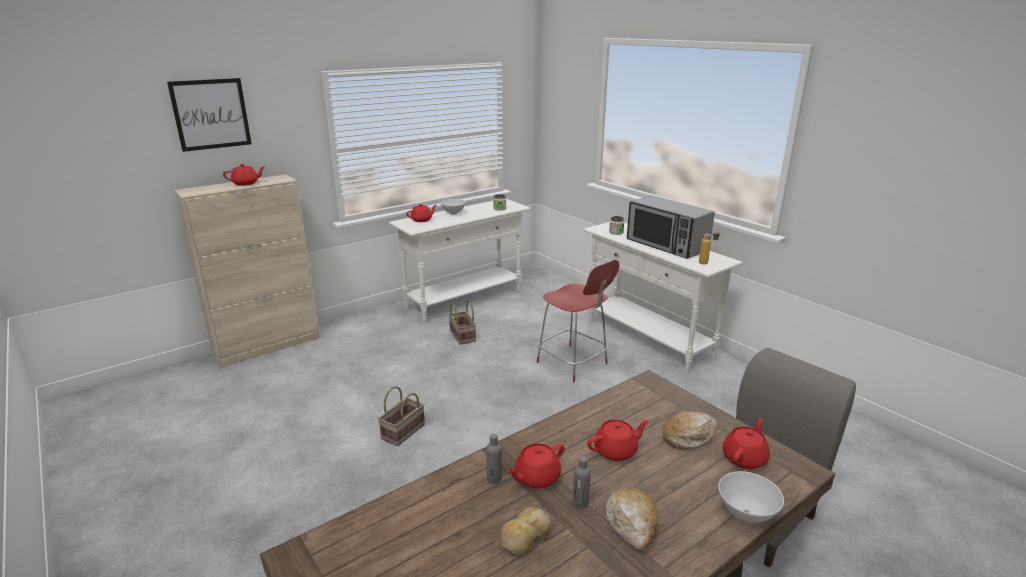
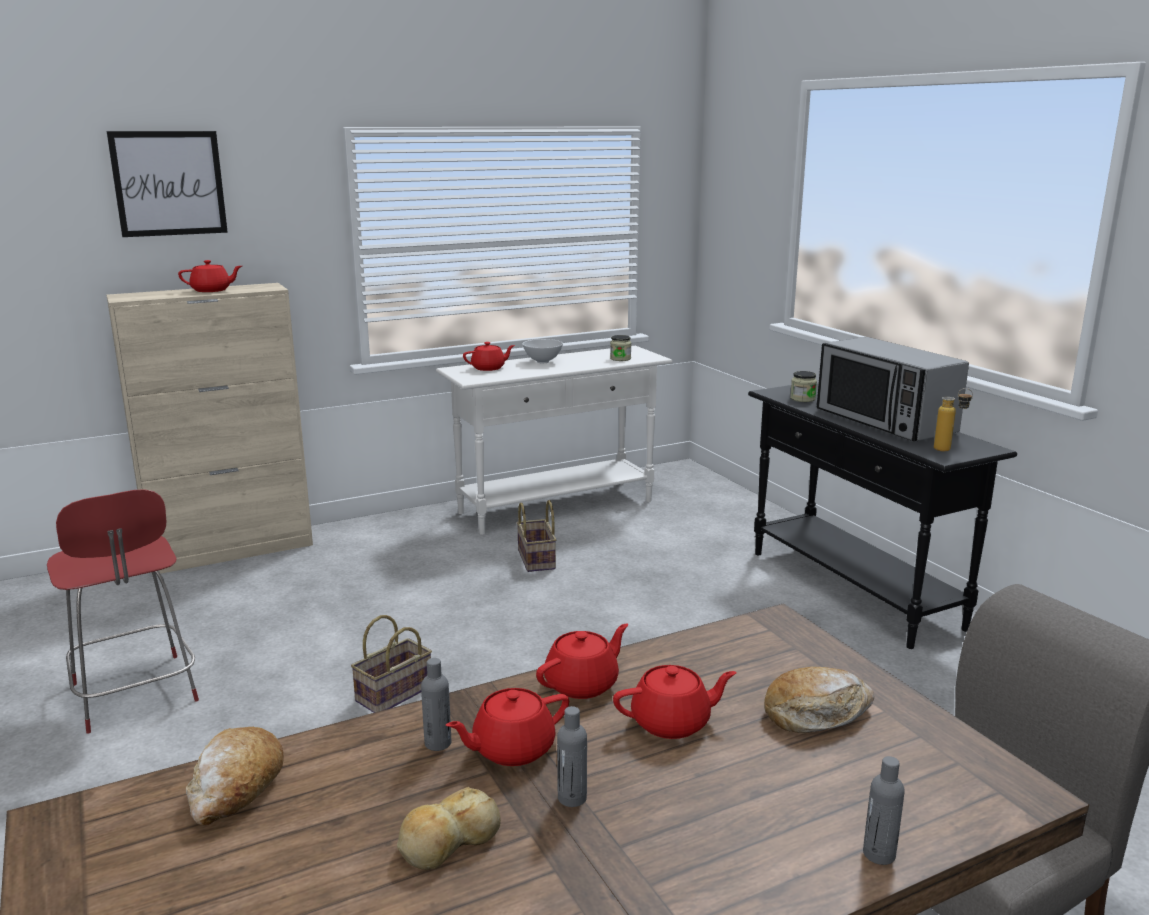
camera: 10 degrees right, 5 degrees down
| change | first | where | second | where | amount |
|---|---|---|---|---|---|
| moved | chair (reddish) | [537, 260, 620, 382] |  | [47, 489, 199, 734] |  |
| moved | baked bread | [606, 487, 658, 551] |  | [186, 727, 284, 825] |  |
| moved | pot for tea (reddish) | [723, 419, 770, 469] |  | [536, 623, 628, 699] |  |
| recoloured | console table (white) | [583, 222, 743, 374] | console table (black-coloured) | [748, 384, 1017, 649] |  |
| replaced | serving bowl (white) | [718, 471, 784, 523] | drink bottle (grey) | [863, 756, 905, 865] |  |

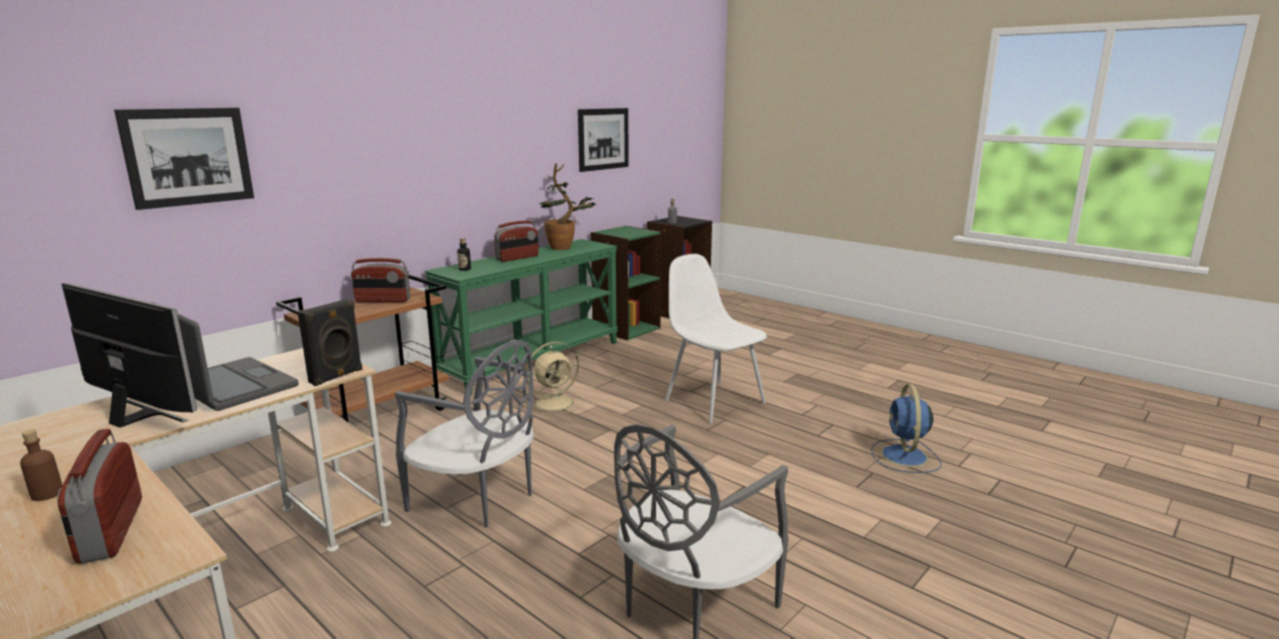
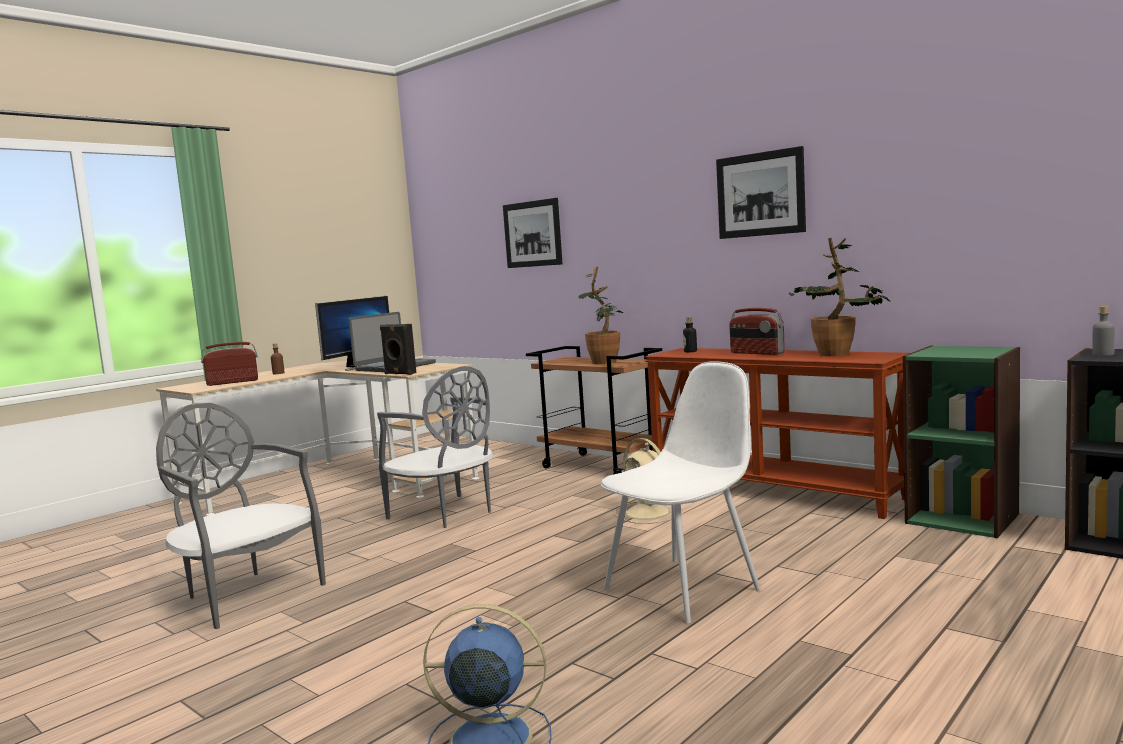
camera: 90 degrees right, 10 degrees down
| change | first | where | second | where | amount |
|---|---|---|---|---|---|
| turned | chair (grey) | [395, 340, 534, 528] |  | [377, 366, 493, 528] | 75 degrees counterclockwise |
| replaced | radio | [351, 258, 410, 302] | houseplant | [579, 267, 623, 364] |  |
| recoloured | console table (green) | [425, 239, 618, 395] | console table (brown-coloured) | [645, 348, 909, 519] |  |
| moved | wall picture | [578, 108, 629, 172] |  | [716, 146, 806, 239] |  |

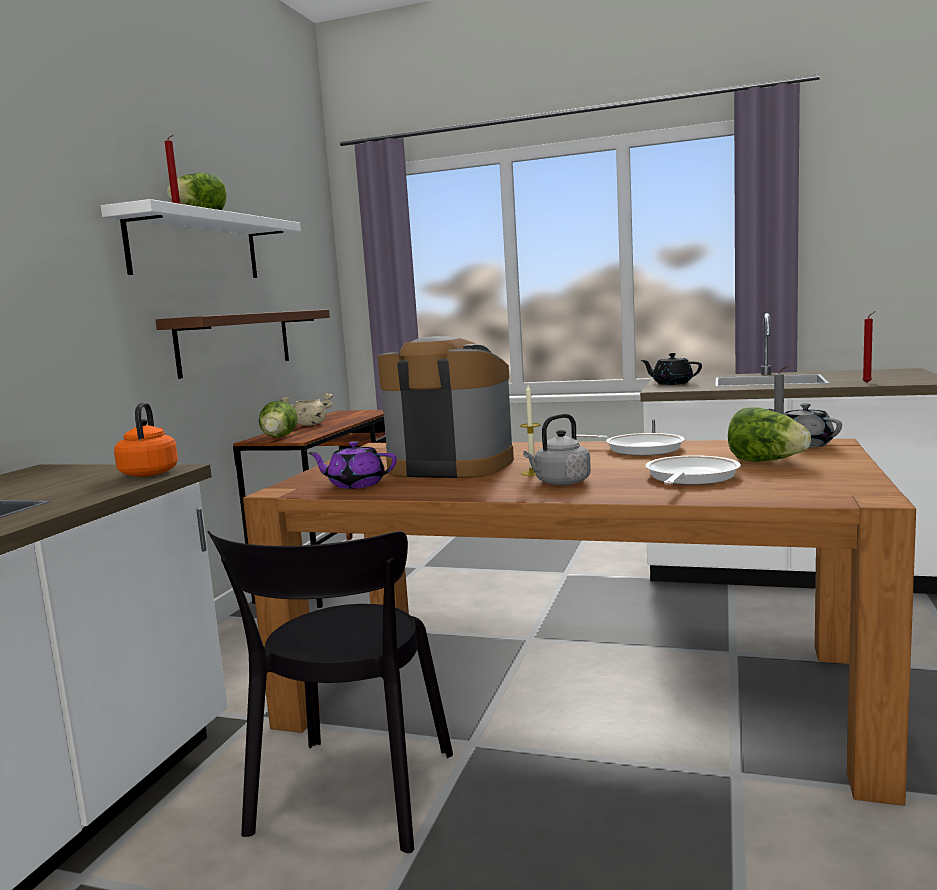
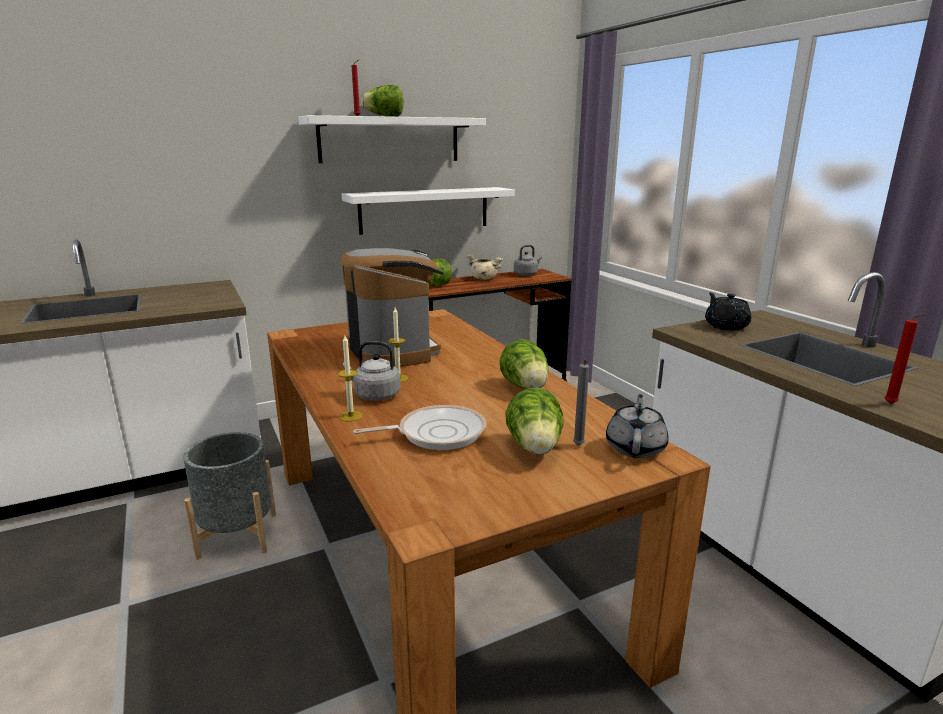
camera: 45 degrees right, 10 degrees up
| change | first | where | second | where | amount |
|---|---|---|---|---|---|
| replaced | chair (black-coloured) | [208, 531, 453, 853] | plant pot (grey) | [183, 432, 276, 560] |  |
| added |  |  | wax light | [338, 336, 363, 422] |  |
| recoloured | shelf (brown-coloured) | [155, 309, 330, 379] | shelf (white) | [342, 187, 515, 235] |  |
| replaced | frying pan | [571, 433, 685, 456] | lettuce | [500, 339, 549, 389] |  |
| added |  |  | tea kettle (grey) | [514, 245, 542, 276] |  |
| removed | tea kettle (orange-coloured) | [114, 402, 178, 477] |  |  |  |
| removed | pot for tea (purplish) | [308, 441, 397, 489] |  |  |  |

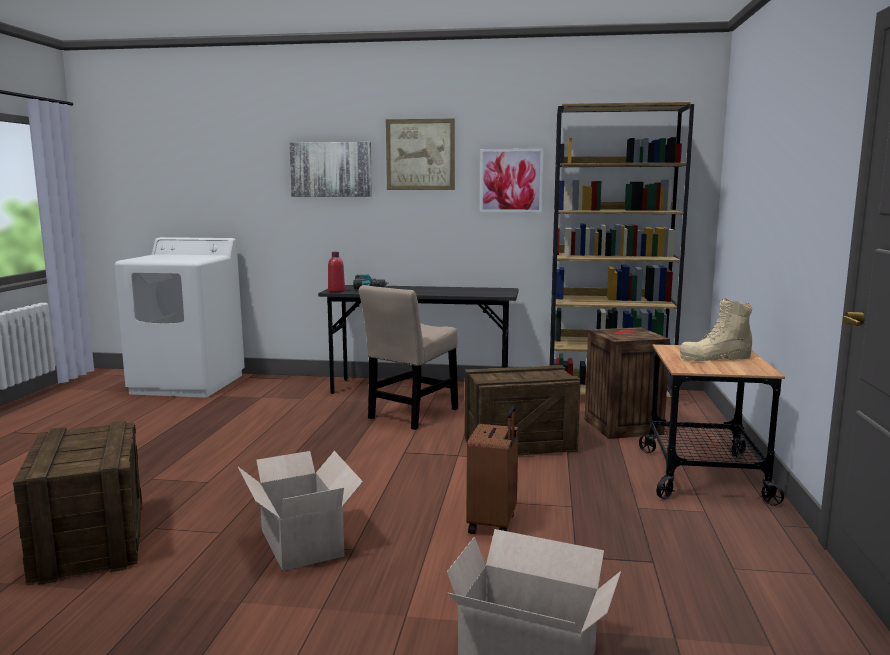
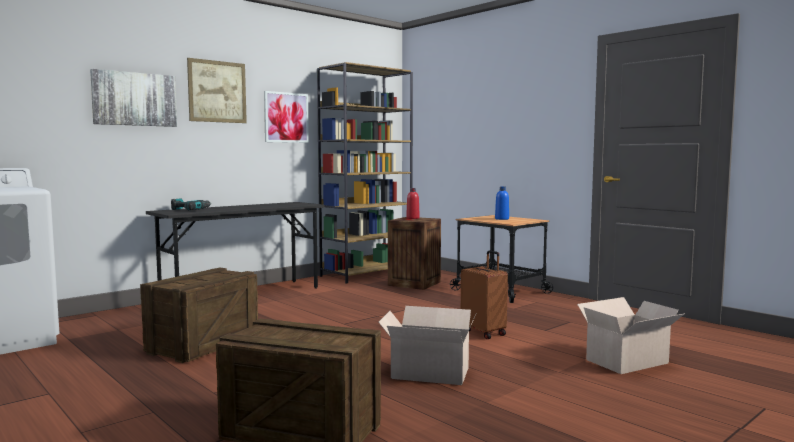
camera: 50 degrees left, 5 degrees down
| change | first | where | second | where | amount |
|---|---|---|---|---|---|
| moved | shipping crate | [464, 365, 580, 455] |  | [140, 267, 258, 363] |  |
| moved | drink bottle (reddish) | [328, 252, 345, 292] |  | [406, 188, 420, 219] |  |
| replaced | high-top boot (sand-coloured) | [680, 298, 753, 361] | drink bottle (bluish) | [495, 186, 509, 220] |  |
| removed | chair (sand-coloured) | [359, 285, 458, 430] |  |  |  |

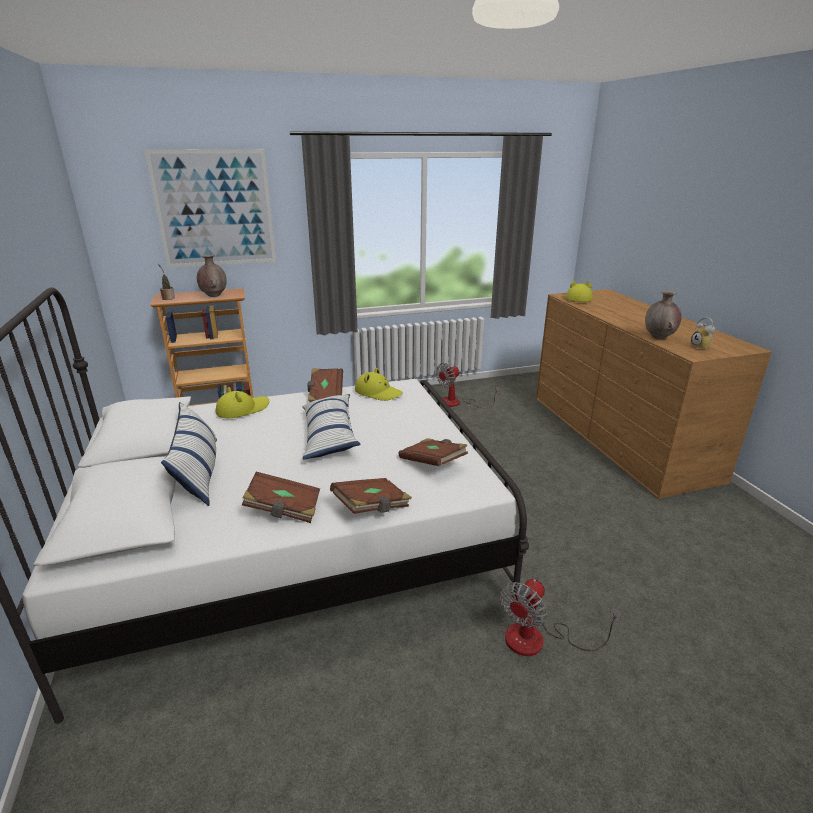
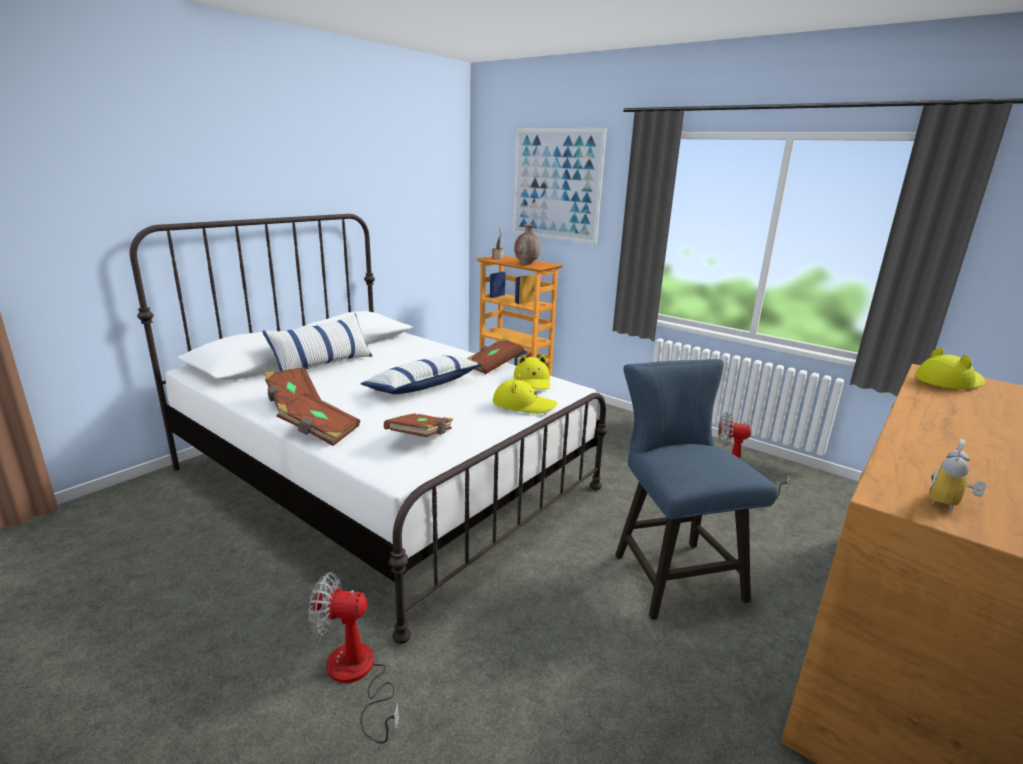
camera: 55 degrees right, 5 degrees down
| change | first | where | second | where | amount |
|---|---|---|---|---|---|
| moved | clothing hat (yellow) | [216, 387, 269, 418] |  | [493, 373, 557, 414] |  |
| added |  |  | chair (bluish) | [615, 359, 777, 620] |  |
| removed | flower vase (brown-coloured) | [645, 291, 682, 339] |  |  |  |

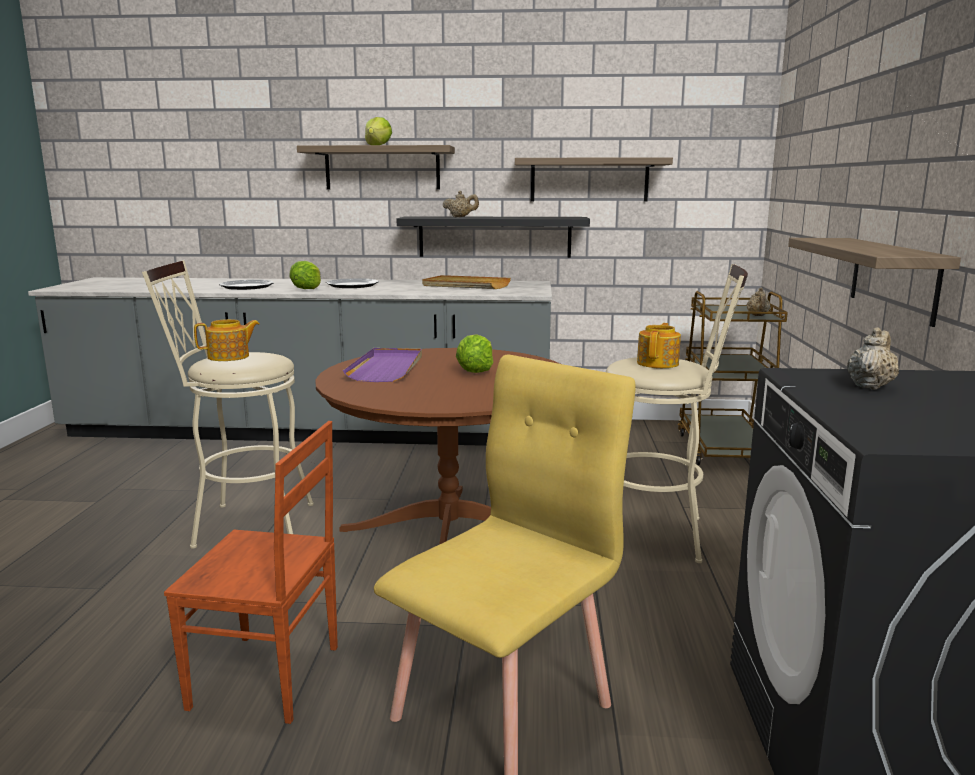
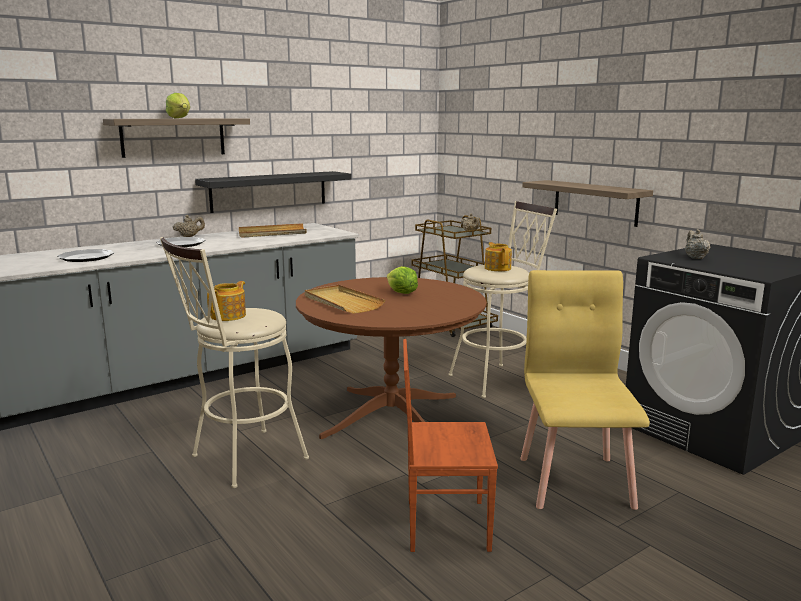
camera: 40 degrees left, 0 degrees up
| change | first | where | second | where | amount |
|---|---|---|---|---|---|
| moved | pot for tea (sand-coloured) | [443, 191, 479, 217] |  | [173, 215, 205, 237] |  |
| recoloured | serving tray (purplish) | [343, 348, 422, 382] | serving tray (sand-coloured) | [305, 285, 385, 314] |  |
| turned | chair (brown-coloured) | [164, 421, 338, 724] |  | [403, 339, 498, 552] | 150 degrees counterclockwise |
| removed | lettuce | [289, 261, 321, 289] |  |  |  |
| removed | shelf | [515, 157, 673, 202] |  |  |  |

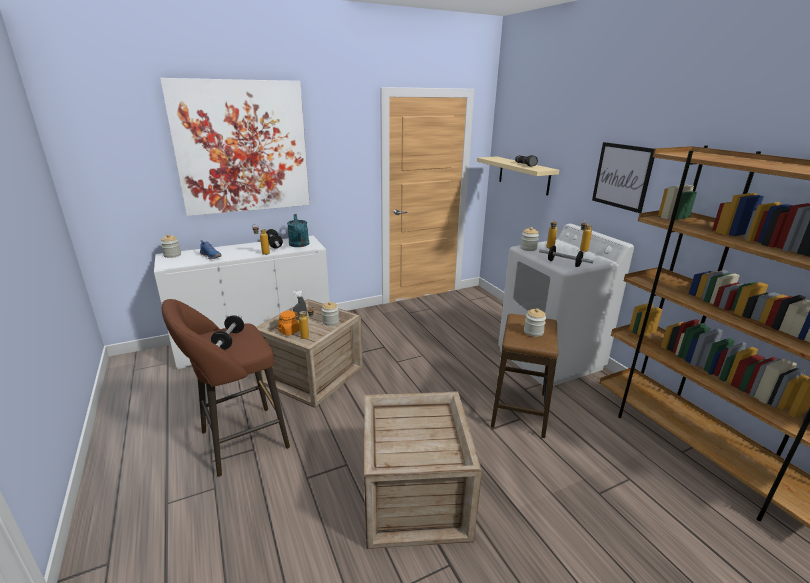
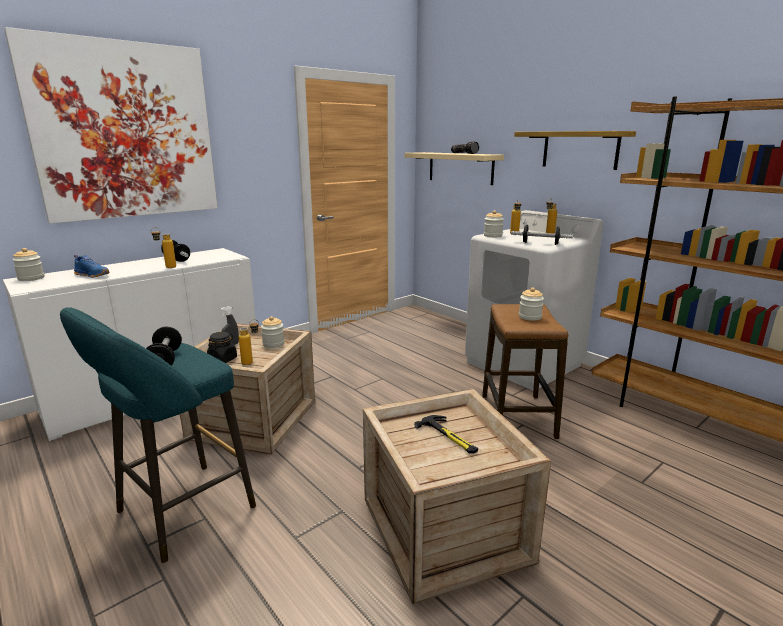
camera: 15 degrees left, 5 degrees down
| change | first | where | second | where | amount |
|---|---|---|---|---|---|
| recoloured | sitting stool (brown-coloured) | [162, 299, 290, 477] | sitting stool (turquoise-coloured) | [60, 307, 256, 563] |  |
| recoloured | storage jar (orange-coloured) | [278, 311, 300, 335] | storage jar (black-coloured) | [207, 332, 237, 363] |  |
| added |  |  | hammer | [414, 415, 478, 454] |  |
| replaced | wall picture | [592, 142, 654, 213] | shelf | [514, 131, 636, 170] |  |
| removed | sprinkling can (turquoise-coloured) | [287, 214, 309, 247] |  |  |  |

